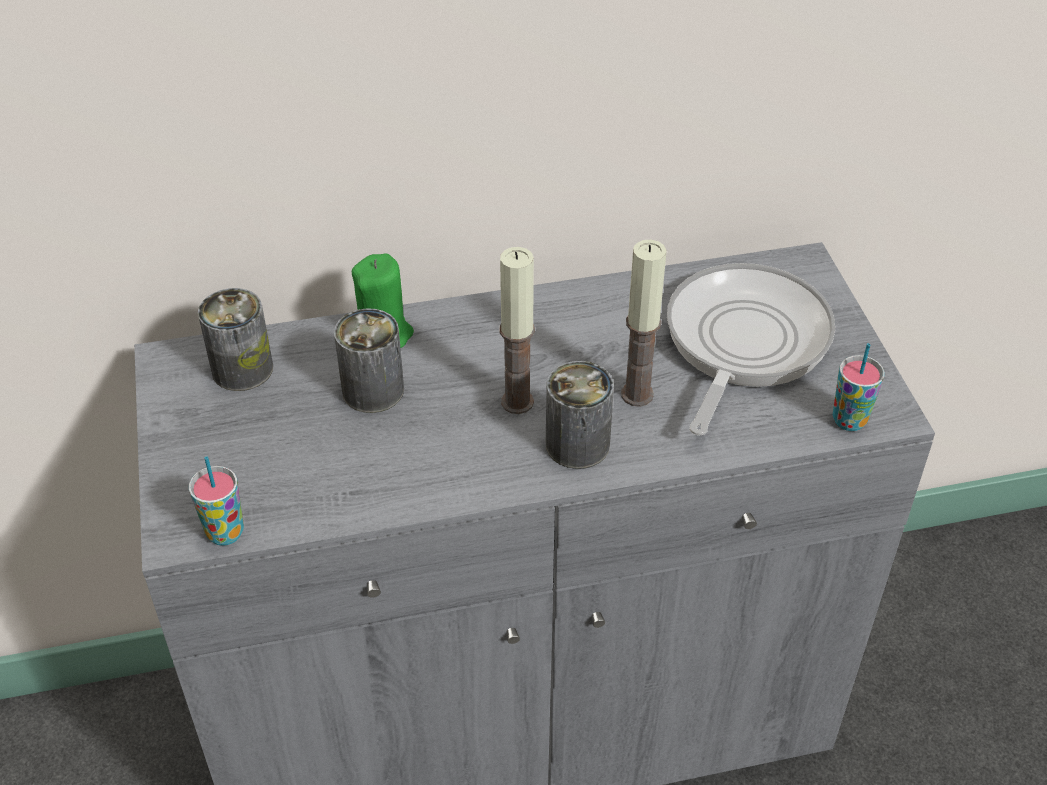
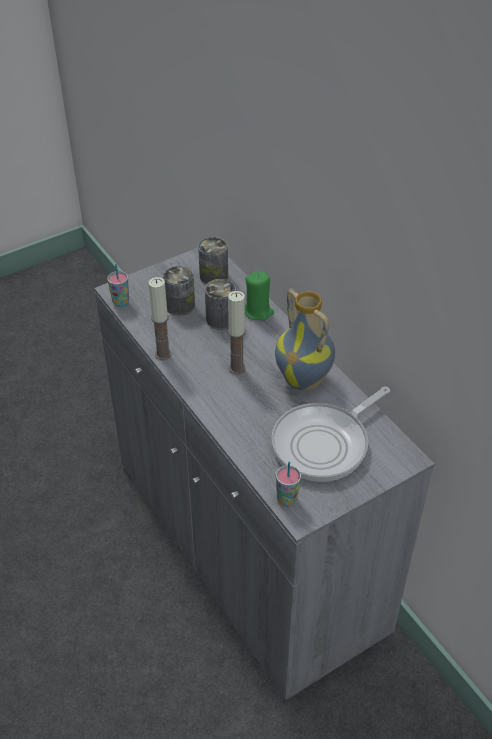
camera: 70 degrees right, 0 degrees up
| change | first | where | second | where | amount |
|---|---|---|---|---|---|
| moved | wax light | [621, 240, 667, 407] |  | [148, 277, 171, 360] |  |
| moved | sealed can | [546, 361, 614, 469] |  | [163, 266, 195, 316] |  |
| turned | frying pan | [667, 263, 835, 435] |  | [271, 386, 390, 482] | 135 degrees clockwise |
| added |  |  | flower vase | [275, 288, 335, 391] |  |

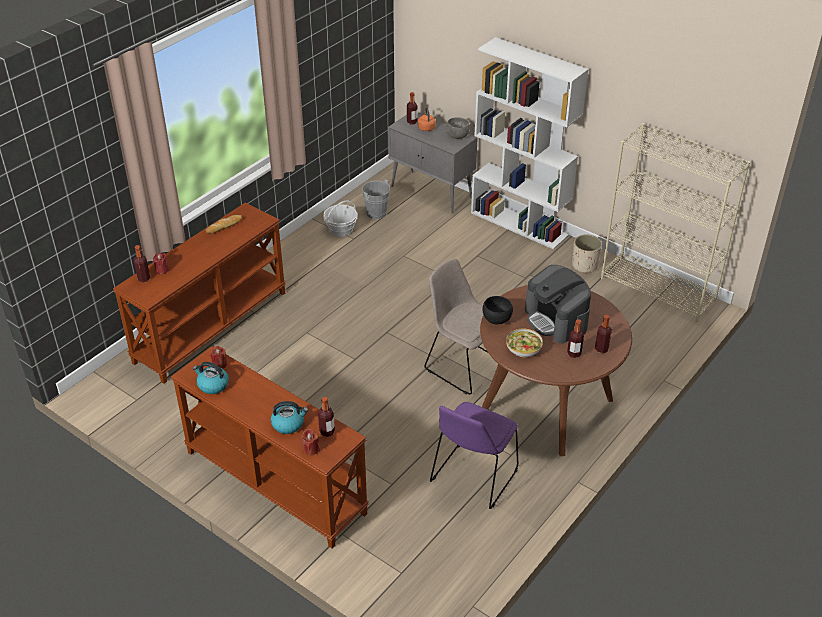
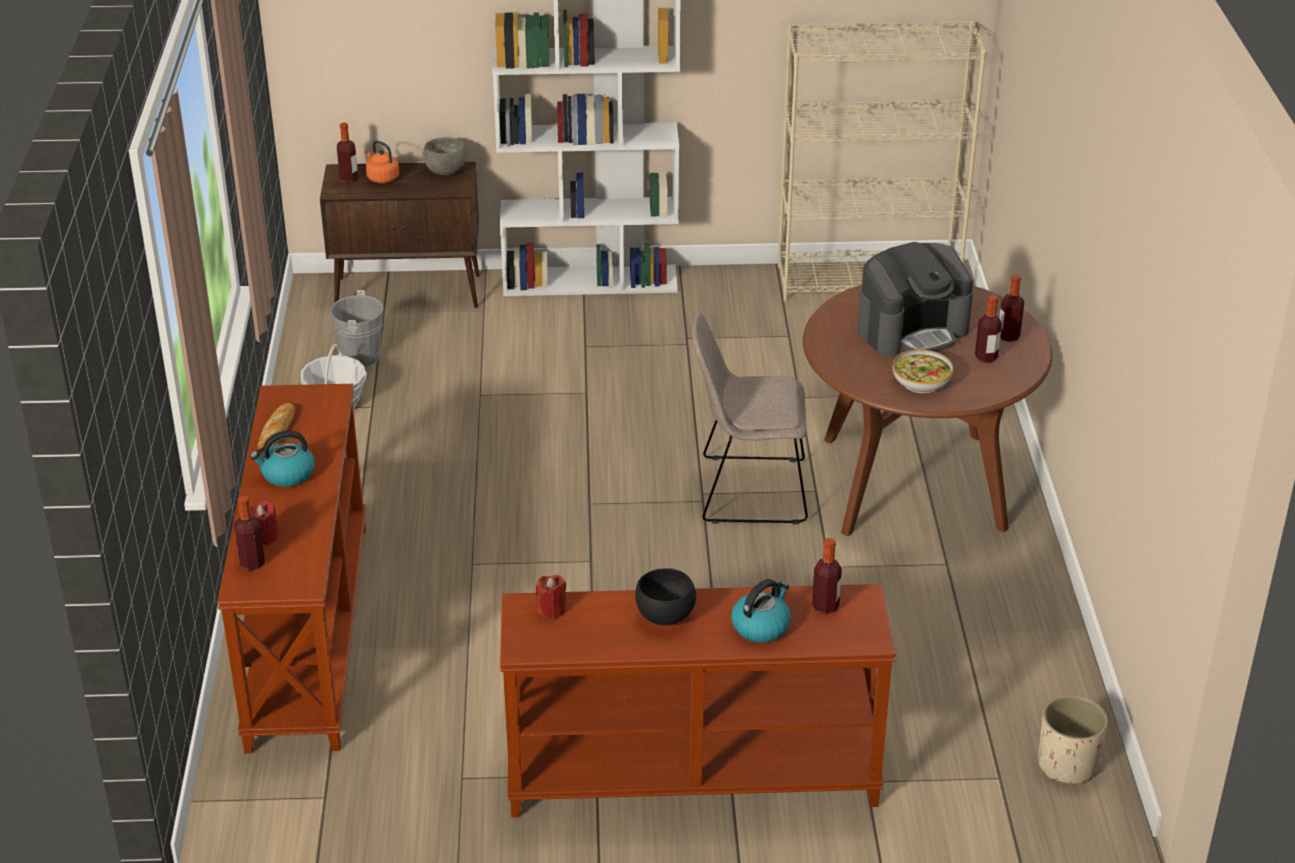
camera: 40 degrees left, 5 degrees down
| change | first | where | second | where | amount |
|---|---|---|---|---|---|
| moved | tea kettle | [193, 362, 229, 394] |  | [250, 430, 315, 487] |  |
| recoloured | cabinet (grey) | [388, 113, 478, 213] | cabinet (brown-coloured) | [320, 162, 479, 308] |  |
| moved | serving bowl (black-coloured) | [483, 296, 513, 324] |  | [635, 568, 696, 625] |  |
| turned | coffee brewer | [525, 265, 591, 343] |  | [857, 242, 973, 357] | 45 degrees counterclockwise |
| moved | plant pot (sand-coloured) | [572, 234, 602, 274] |  | [1038, 695, 1108, 783] |  |
| removed | wax light (reddish) | [301, 429, 320, 456] |  |  |  |
| removed | chair (purplish) | [430, 402, 518, 509] |  |  |  |

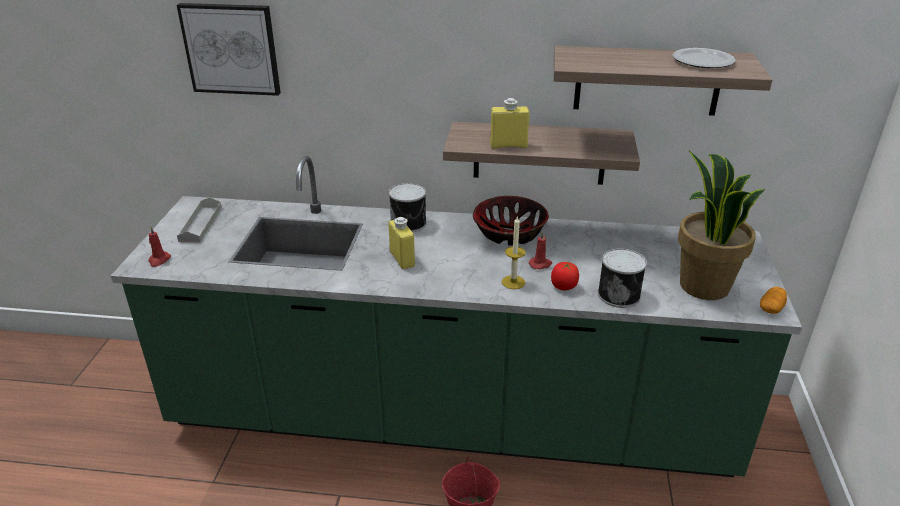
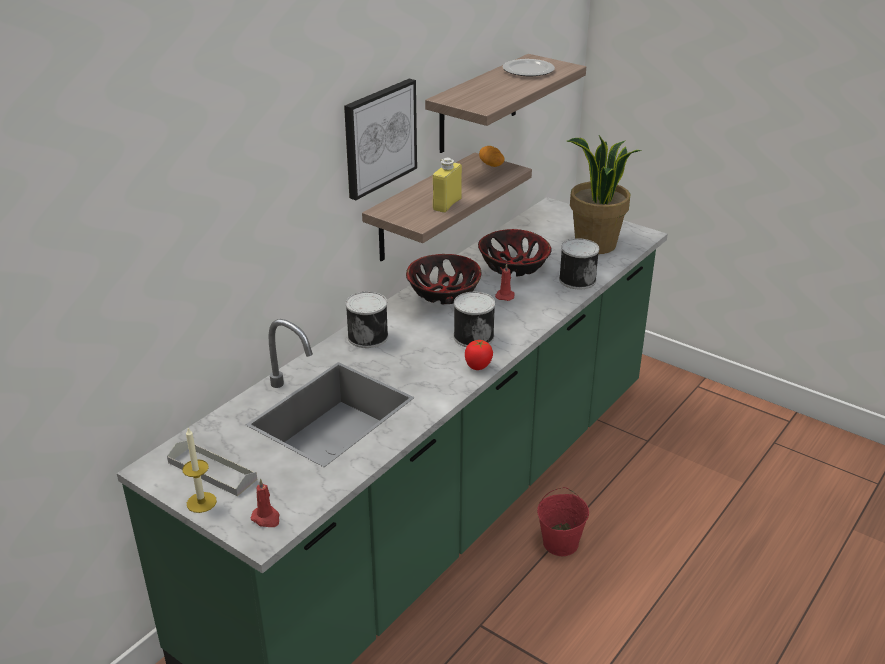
camera: 60 degrees left, 0 degrees up
| change | first | where | second | where | amount |
|---|---|---|---|---|---|
| moved | wax light | [502, 217, 526, 289] |  | [182, 428, 217, 513] |  |
| moved | wall picture | [177, 3, 281, 96] |  | [344, 79, 417, 200] |  |
| added |  |  | sealed can | [454, 292, 495, 347] |  |
| moved | whole tomato | [551, 262, 579, 290] |  | [465, 340, 493, 370] |  |
| added |  |  | serving bowl | [478, 229, 552, 277] |  |
| moved | spud | [760, 287, 787, 314] |  | [479, 146, 504, 167] |  |
| removed | drink bottle (yellow) | [388, 217, 415, 269] |  |  |  |

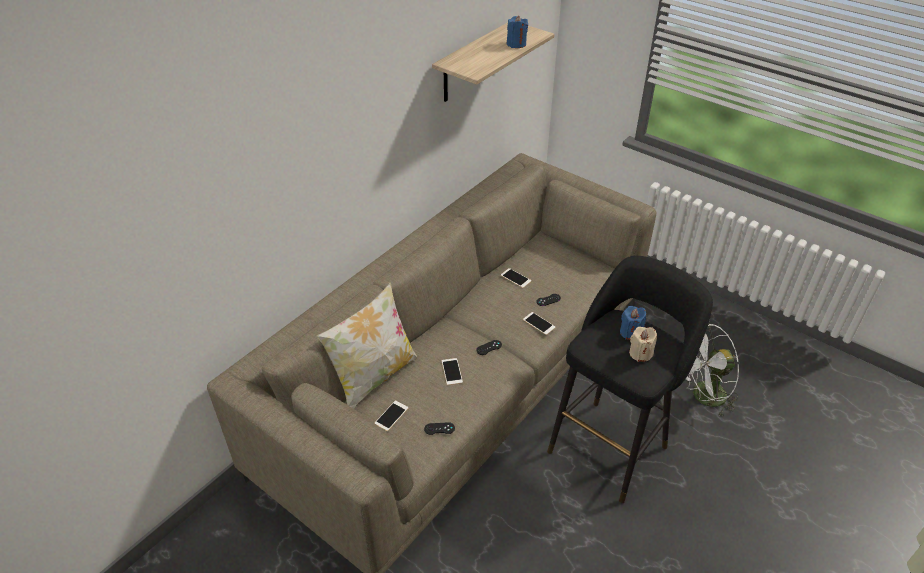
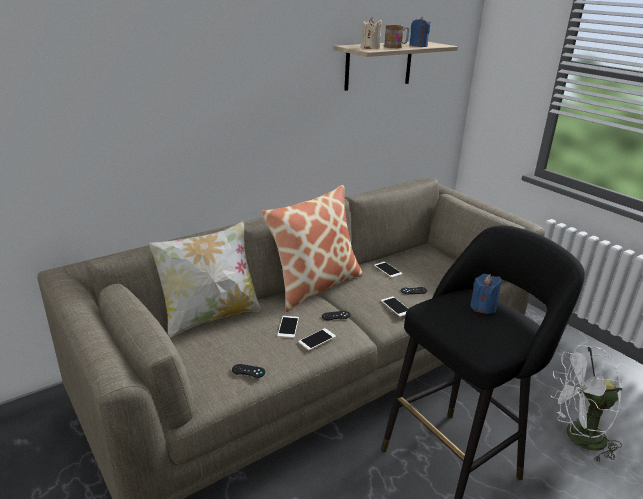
camera: 15 degrees right, 15 degrees down
| change | first | where | second | where | amount |
|---|---|---|---|---|---|
| added |  |  | cushion | [261, 185, 363, 312] |  |
| moved | telephone | [375, 400, 408, 431] |  | [298, 328, 336, 350] |  |
| moved | wax light (sand-coloured) | [629, 327, 657, 362] |  | [361, 17, 381, 49] |  |
| added |  |  | tea mug | [384, 25, 409, 48] |  |

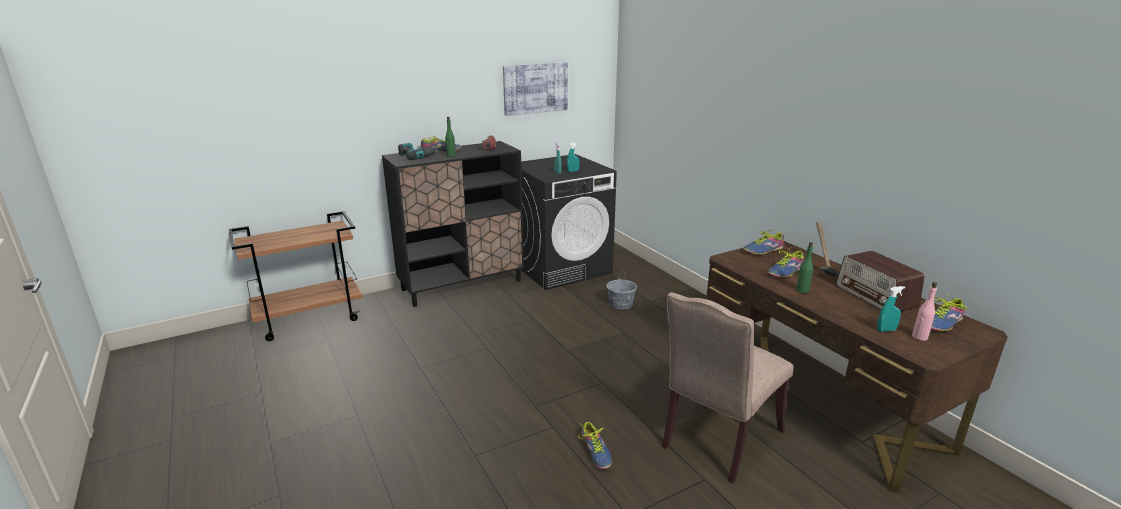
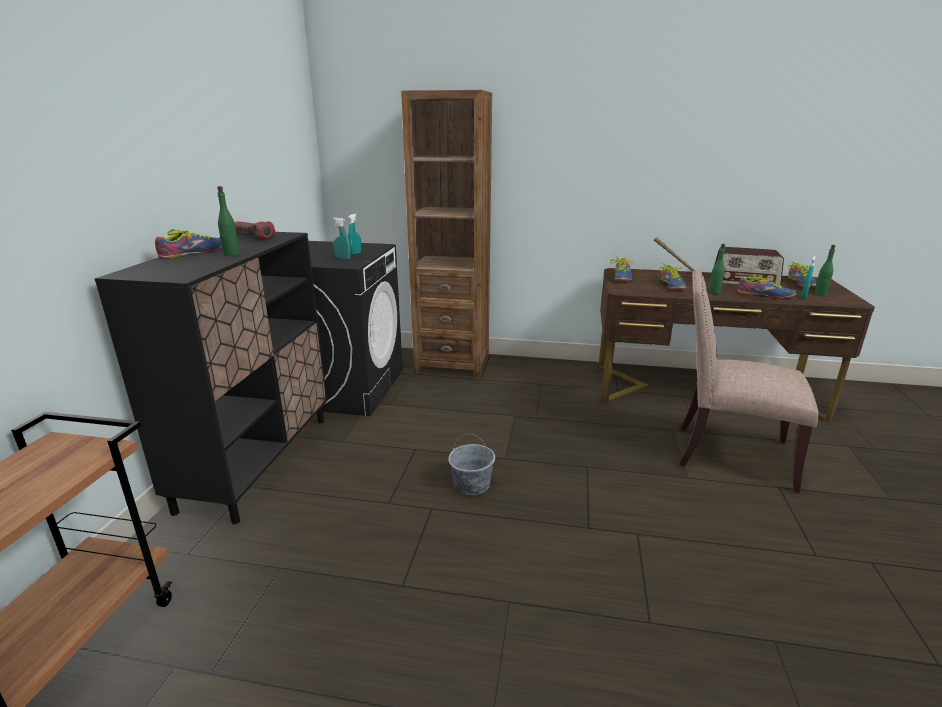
camera: 50 degrees left, 0 degrees up
| change | first | where | second | where | amount |
|---|---|---|---|---|---|
| added |  |  | shelving unit (brown-coloured) | [401, 90, 492, 378] |  |
| moved | water bucket (grey) | [606, 271, 637, 310] |  | [448, 434, 495, 495] |  |
| turned | chair (sand-coloured) | [662, 292, 794, 484] |  | [679, 270, 819, 493] | 120 degrees clockwise |
| moved | low shoe | [578, 422, 612, 470] |  | [738, 274, 797, 299] |  |
| recoloured | drink bottle (pink-coloured) | [912, 282, 937, 341] | drink bottle (green) | [814, 245, 835, 296] |  |
| removed | electric drill | [398, 143, 438, 160] |  |  |  |
| removed | wall picture | [503, 62, 568, 116] |  |  |  |

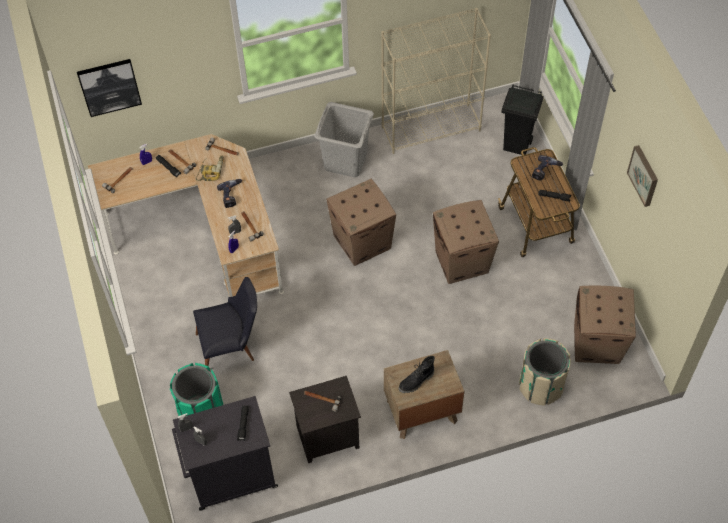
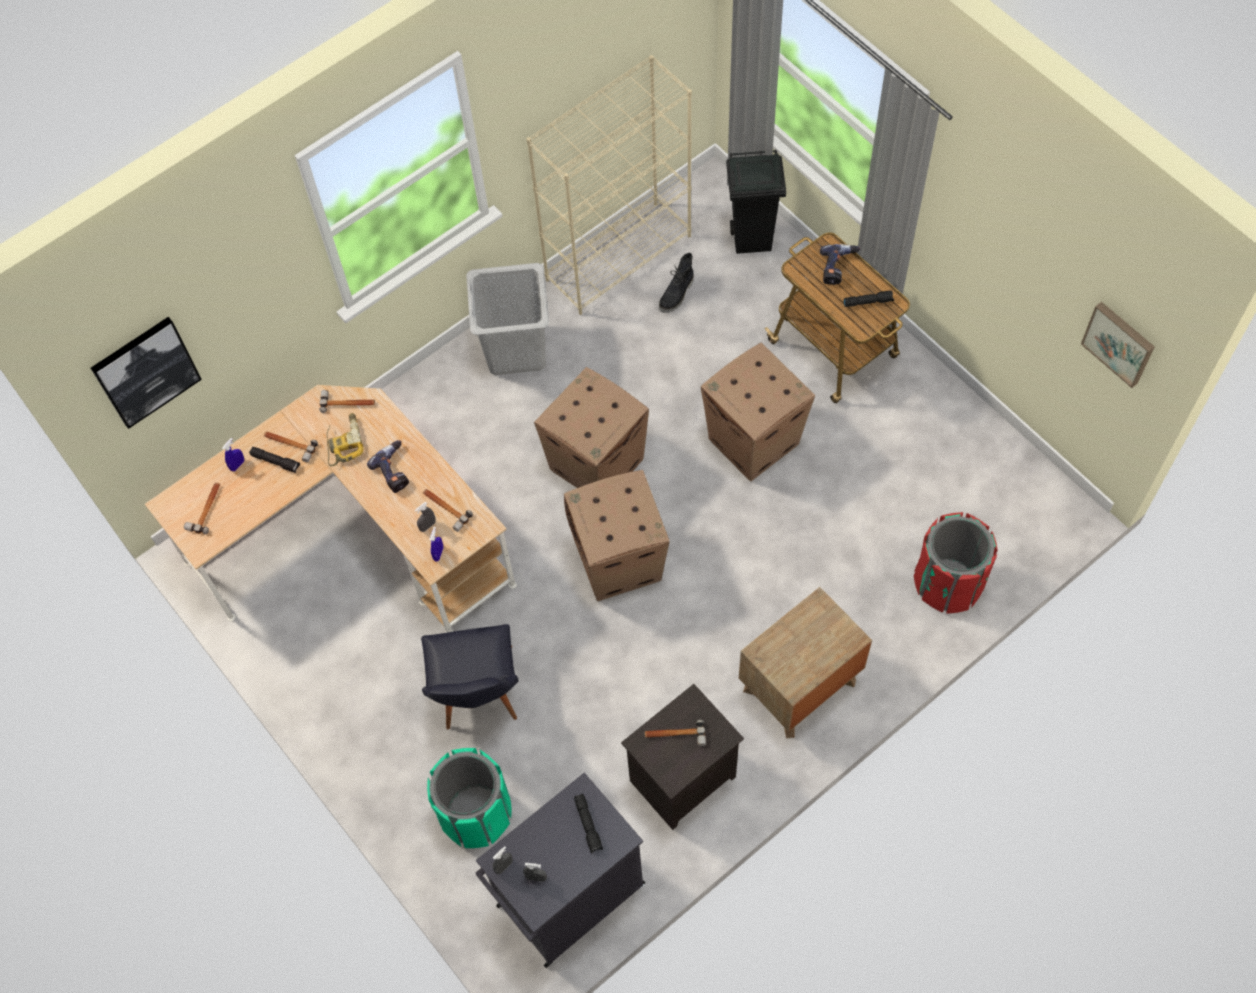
camera: 20 degrees left, 5 degrees up
| change | first | where | second | where | amount |
|---|---|---|---|---|---|
| turned | chair (black-coloured) | [193, 277, 257, 366] |  | [421, 624, 518, 729] | 120 degrees clockwise |
| moved | packing box | [574, 286, 636, 364] |  | [564, 470, 670, 601] |  |
| moved | high-top boot (black-coloured) | [398, 356, 435, 393] |  | [659, 253, 694, 313] |  |
| recoloured | rubbish bin (sand-coloured) | [519, 338, 571, 406] | rubbish bin (reddish) | [914, 512, 998, 614] |  |
| moved | wall picture | [627, 145, 658, 207] |  | [1081, 302, 1155, 388] |  |

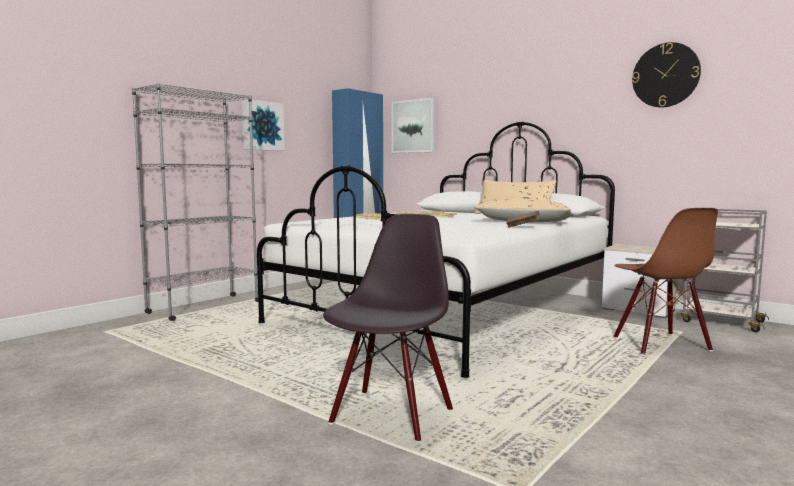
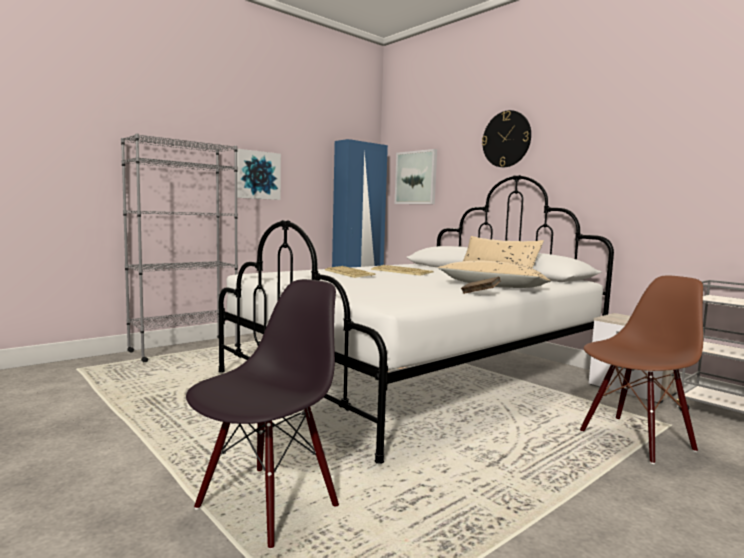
camera: 10 degrees right, 0 degrees up
| change | first | where | second | where | amount |
|---|---|---|---|---|---|
| moved | wall clock | [632, 42, 701, 107] |  | [482, 110, 531, 167] |  |
| turned | chair (brown-coloured) | [613, 208, 718, 354] |  | [580, 275, 703, 464] | 120 degrees counterclockwise |

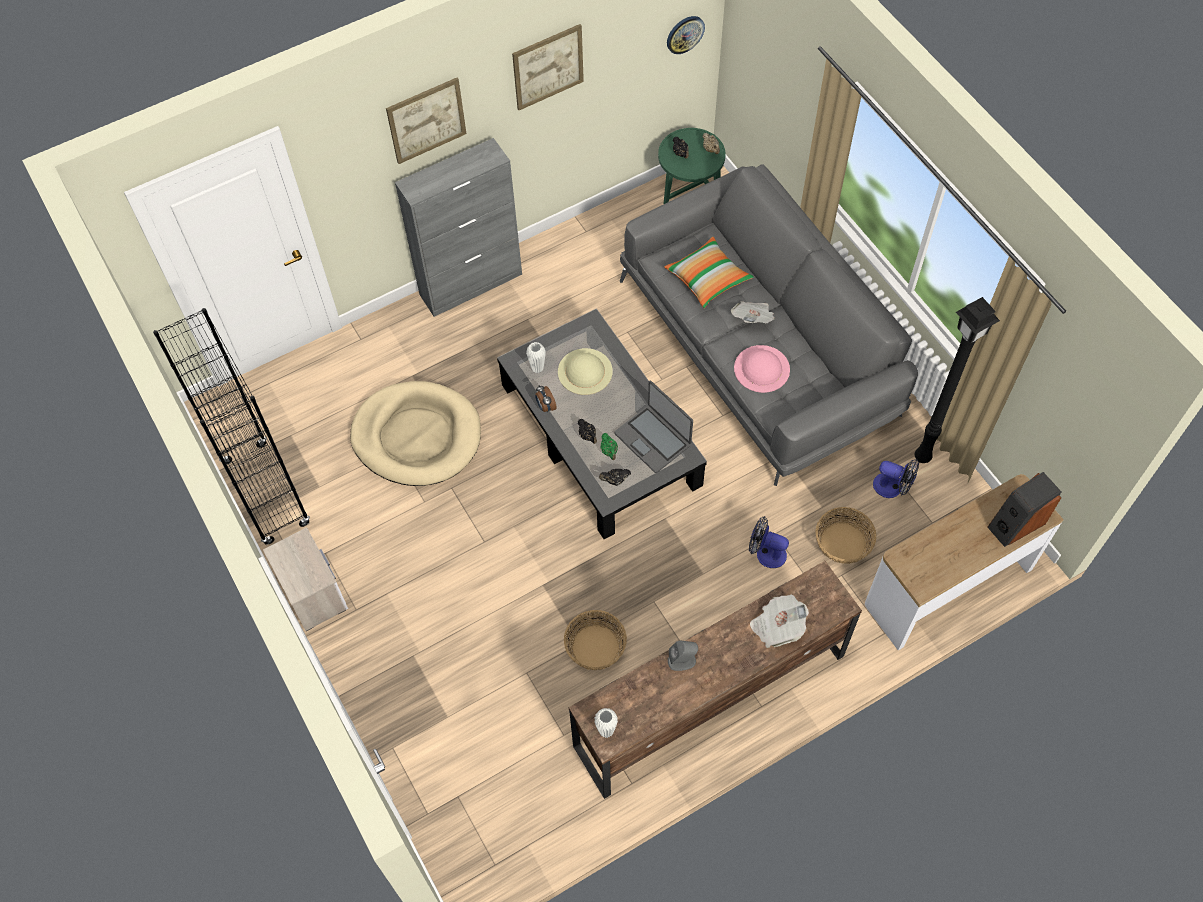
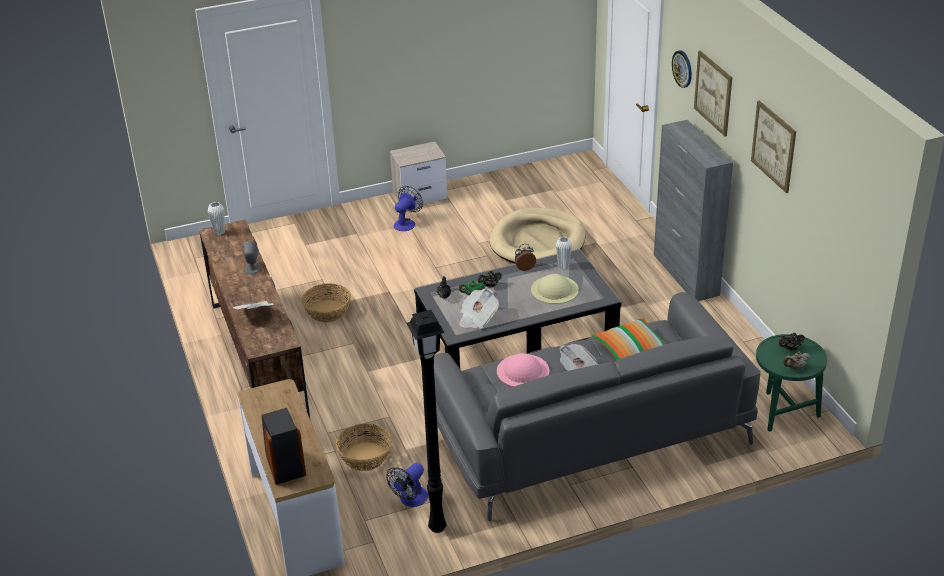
camera: 100 degrees right, 25 degrees down
| change | first | where | second | where | amount |
|---|---|---|---|---|---|
| moved | electric fan | [749, 516, 789, 568] |  | [394, 186, 423, 231] |  |
| replaced | laptop | [615, 381, 693, 473] | printed paper | [459, 289, 499, 329] |  |
| moved | wall clock | [667, 16, 705, 54] |  | [672, 51, 692, 88] |  |
| removed | shelving unit (black-coloured) | [153, 308, 310, 545] |  |  |  |

